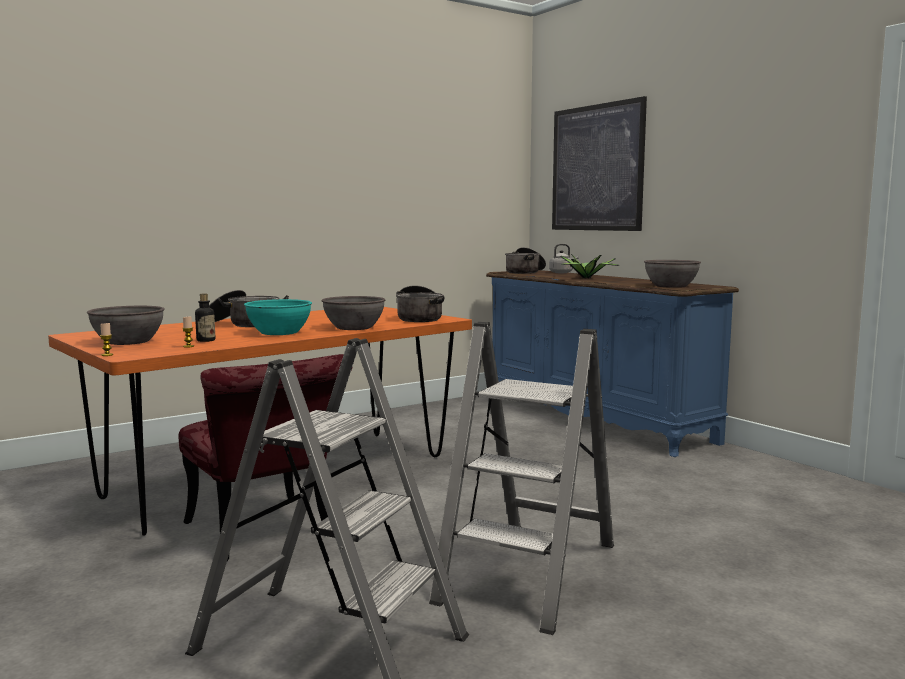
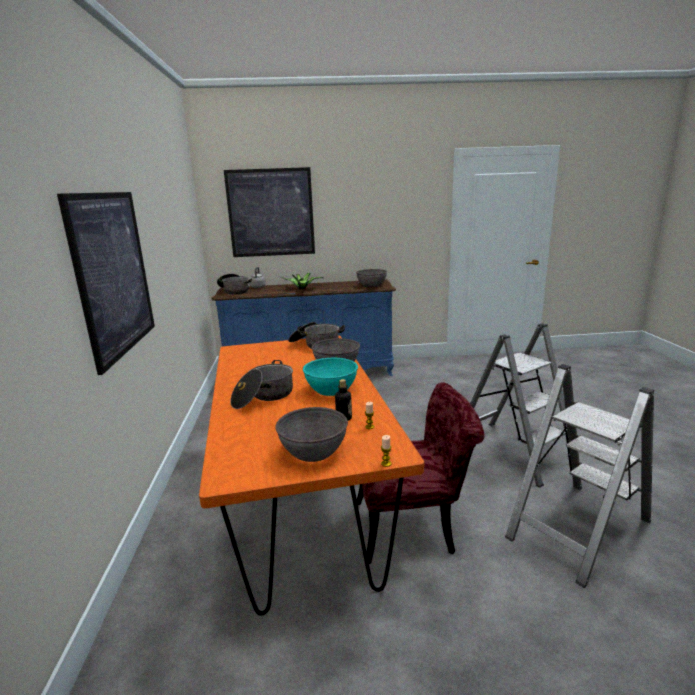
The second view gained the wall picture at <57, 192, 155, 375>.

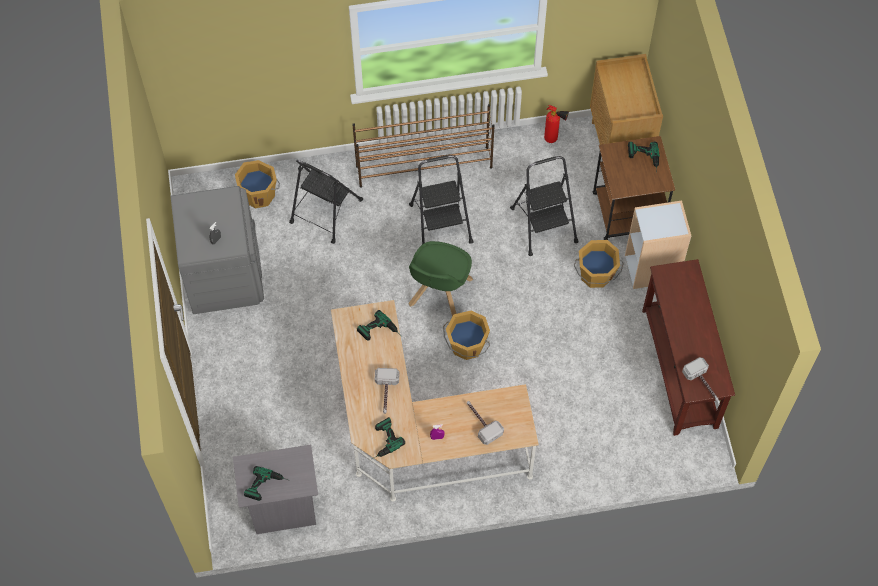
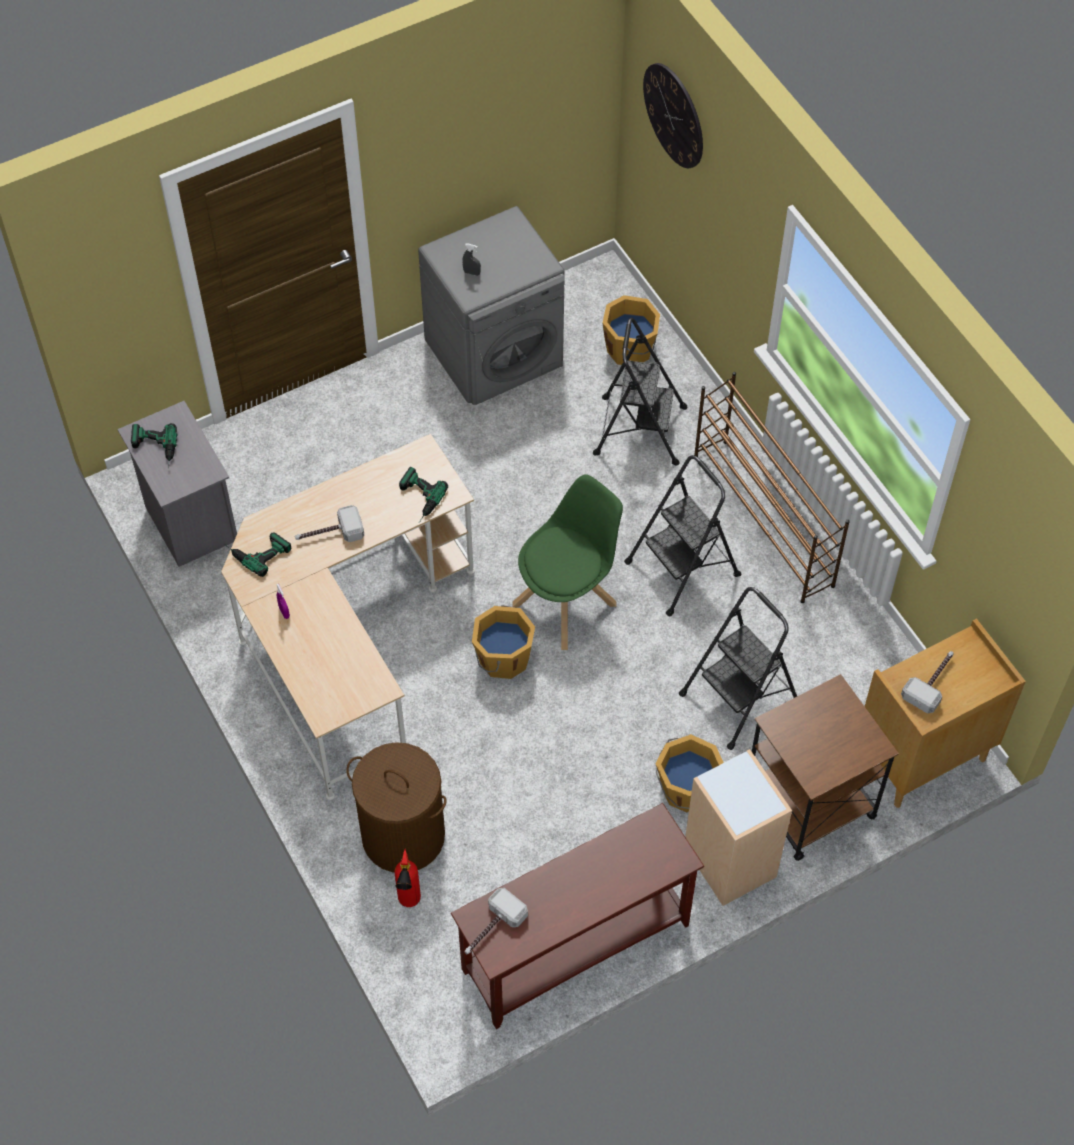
The extinguisher ended up elsewhere, having gone from <544, 105, 569, 143> to <395, 849, 421, 907>. The second view lost the electric drill at <628, 141, 660, 171>. The greenish plain chair at <408, 241, 473, 317> ended up facing another way, 135 degrees clockwise from before. The tool hammer ended up elsewhere, having gone from <467, 401, 504, 445> to <901, 651, 954, 713>. The second view gained the clock on the wall at <643, 63, 703, 168>. The second view gained the brownish hamper at <346, 742, 447, 873>.

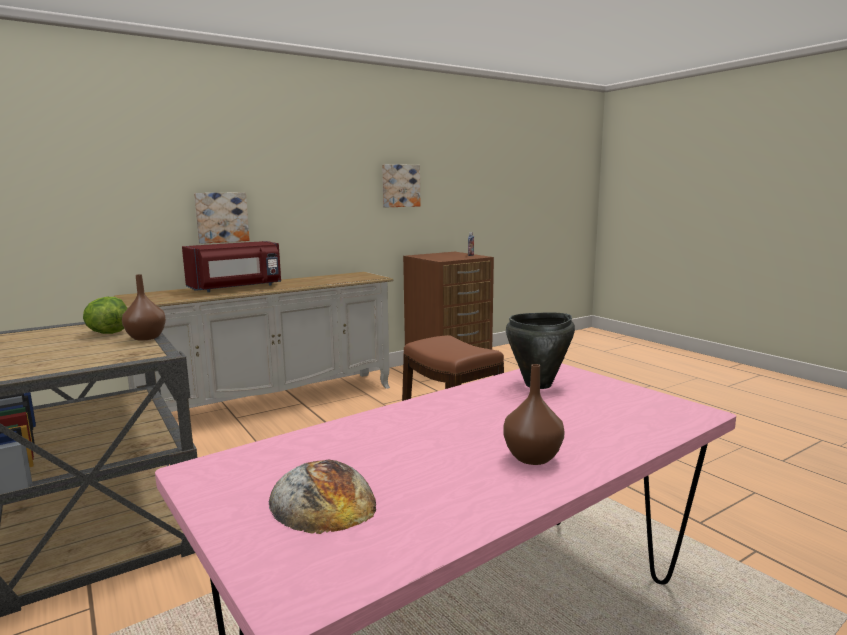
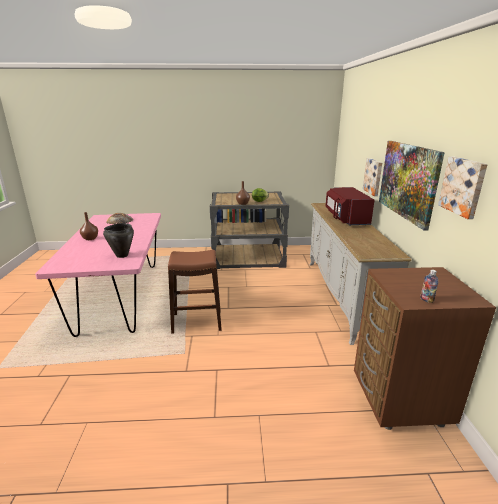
The second view gained the wall picture at <379, 141, 445, 231>.

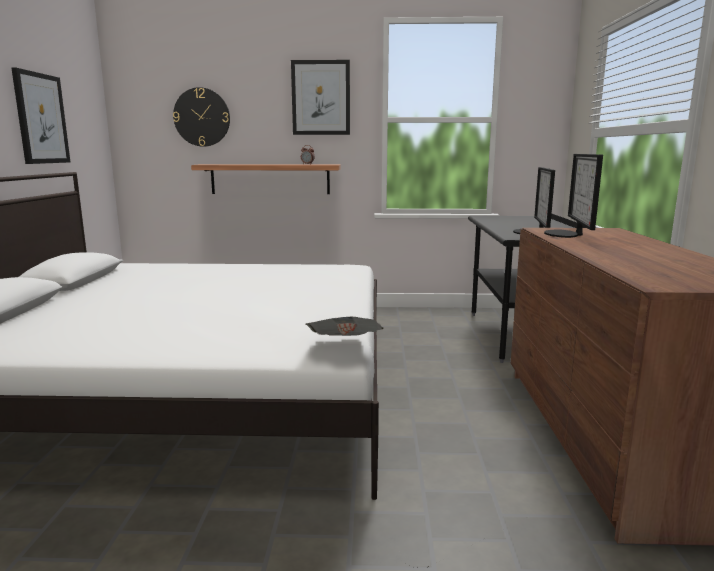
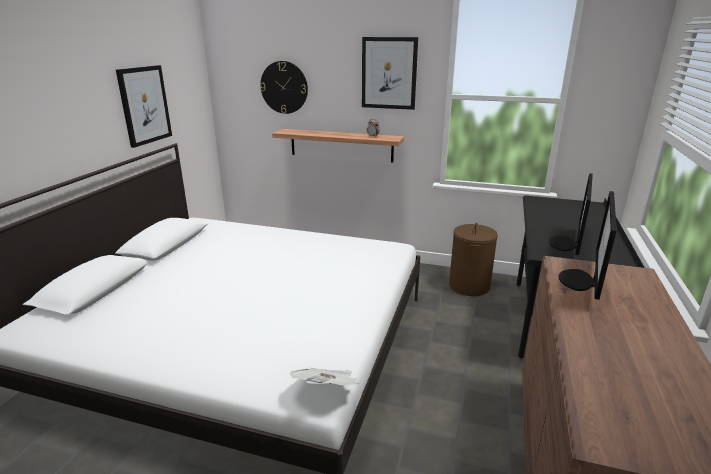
The second view gained the brownish hamper at <449, 223, 498, 296>.

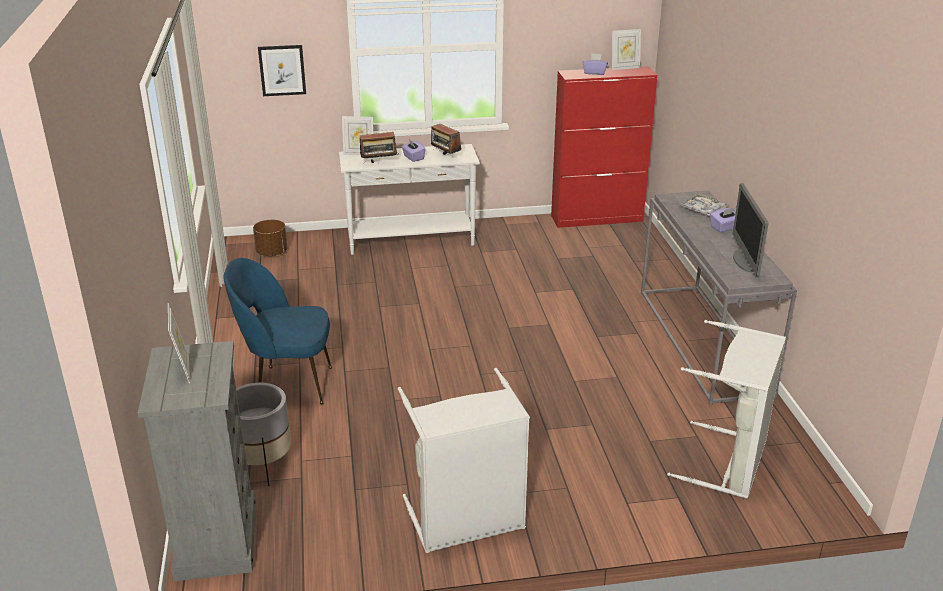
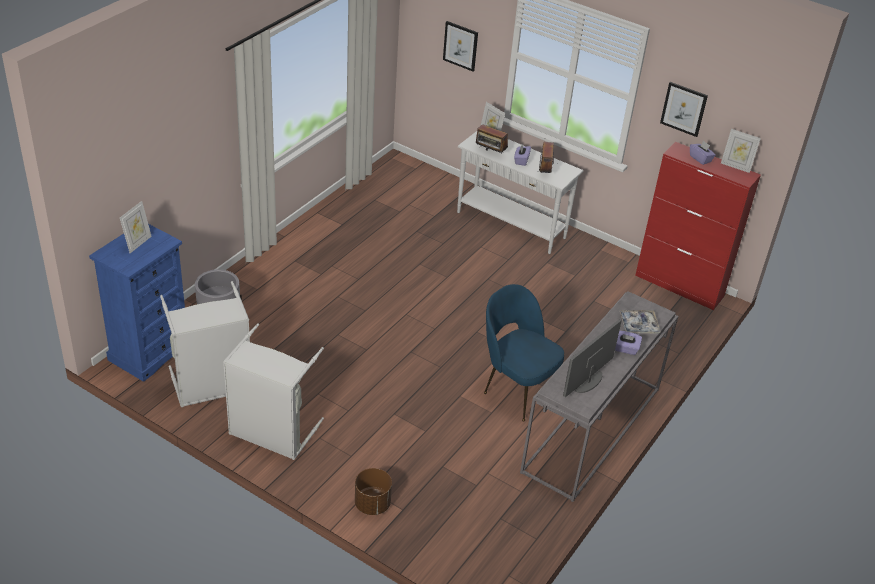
The brownish planter ended up elsewhere, having gone from <253, 220, 287, 256> to <355, 468, 392, 515>. The bluish plain chair ended up elsewhere, having gone from <223, 258, 332, 405> to <484, 284, 564, 422>. The grey hamper ended up elsewhere, having gone from <667, 320, 786, 499> to <160, 281, 250, 407>. What was the grey chest of drawers at <138, 341, 256, 581> turned into the bluish chest of drawers at <89, 224, 185, 382>. The second view gained the wall picture at <660, 82, 708, 137>.

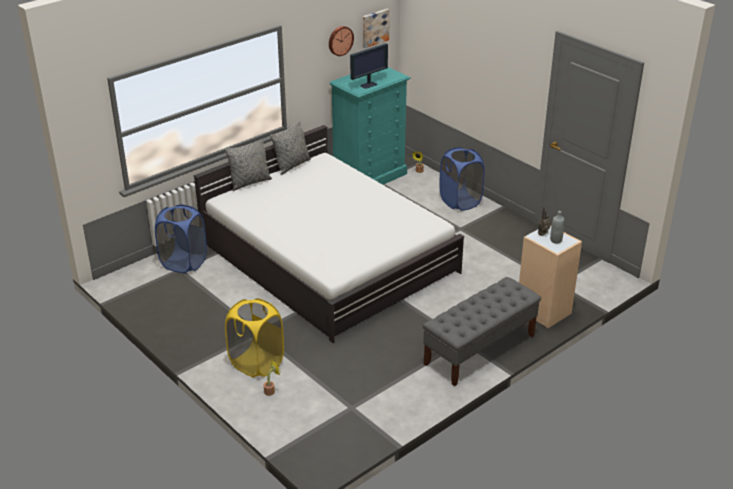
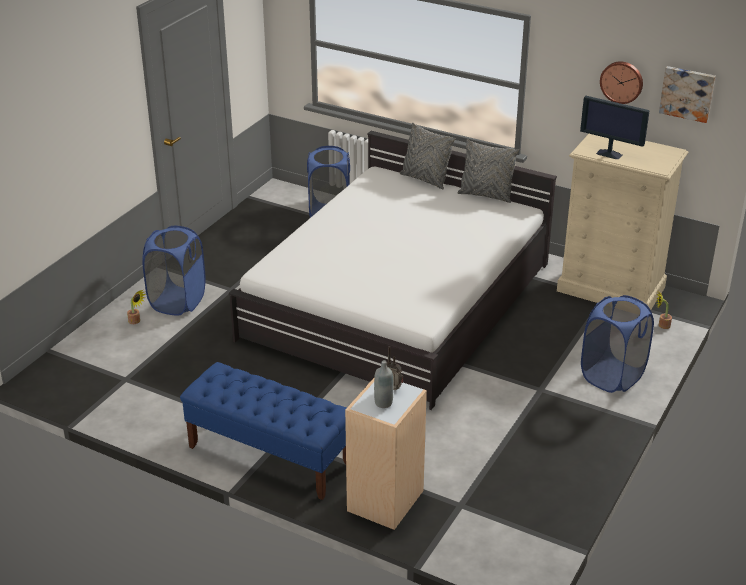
What was the turquoise-coloured chest of drawers at <329, 67, 411, 185> turned into the beige-coloured chest of drawers at <557, 134, 688, 310>. What was the grey indoor bench at <423, 277, 541, 386> turned into the bluish indoor bench at <180, 362, 347, 500>. What was the yellowish hamper at <225, 298, 284, 377> turned into the bluish hamper at <142, 226, 206, 316>.

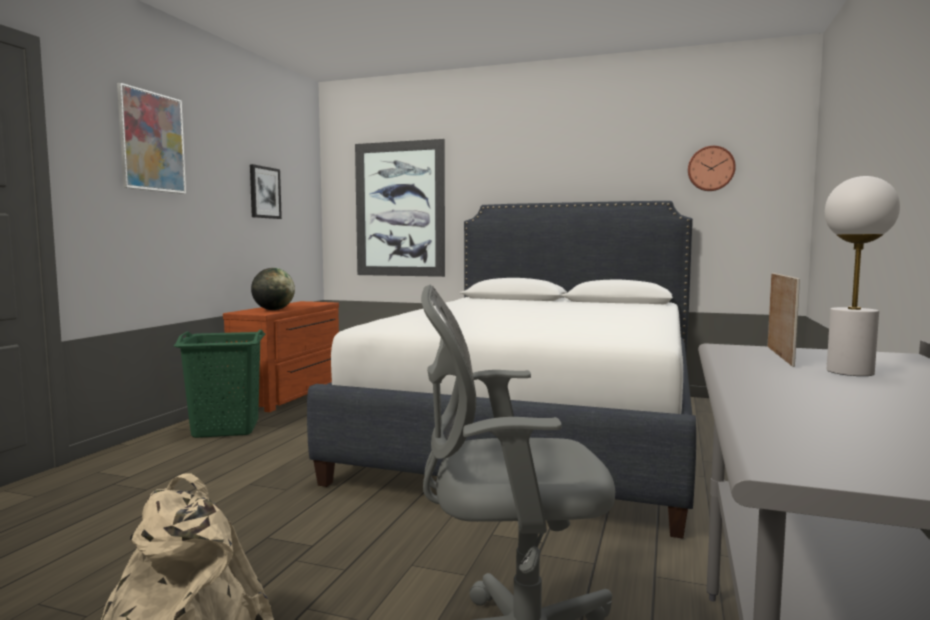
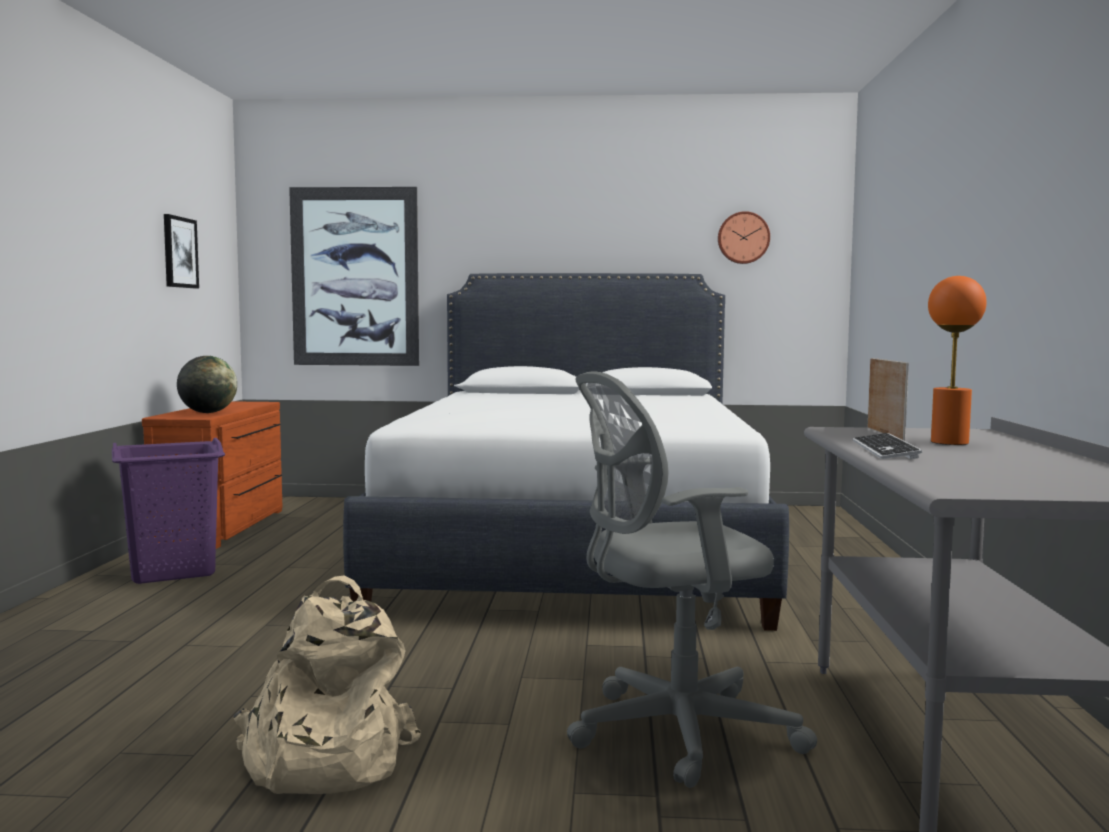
The second view lost the wall picture at <117, 83, 186, 194>. What was the white lamp for a table at <825, 176, 900, 376> turned into the orange-coloured lamp for a table at <928, 276, 987, 445>. What was the greenish hamper at <174, 330, 265, 438> turned into the purplish hamper at <112, 438, 225, 584>. The second view gained the computer keyboard at <853, 433, 922, 459>.

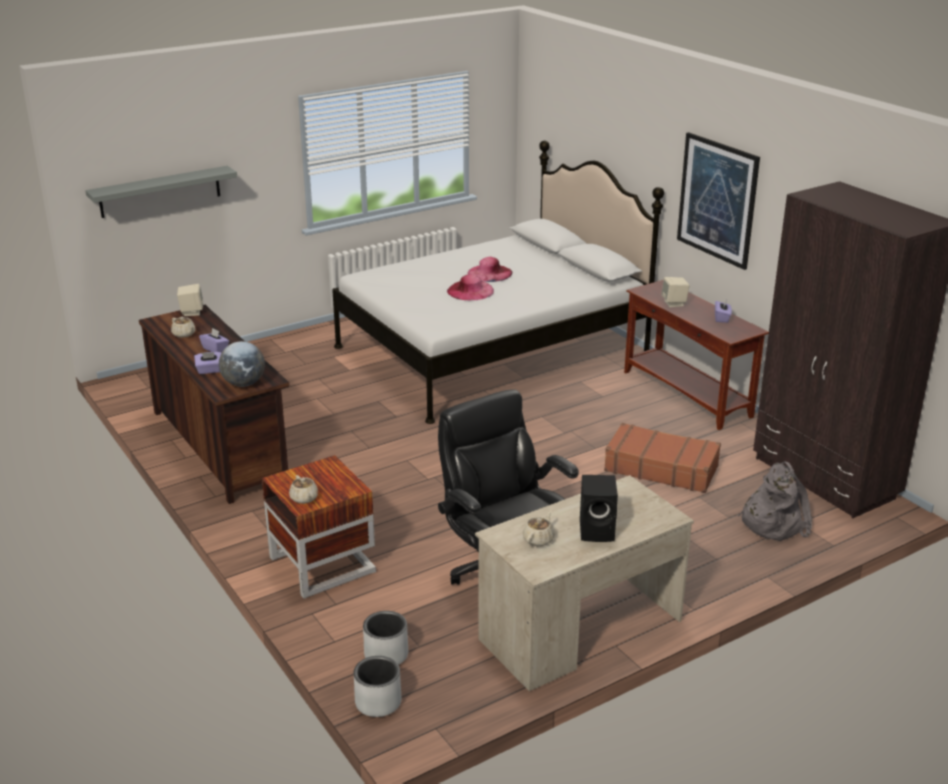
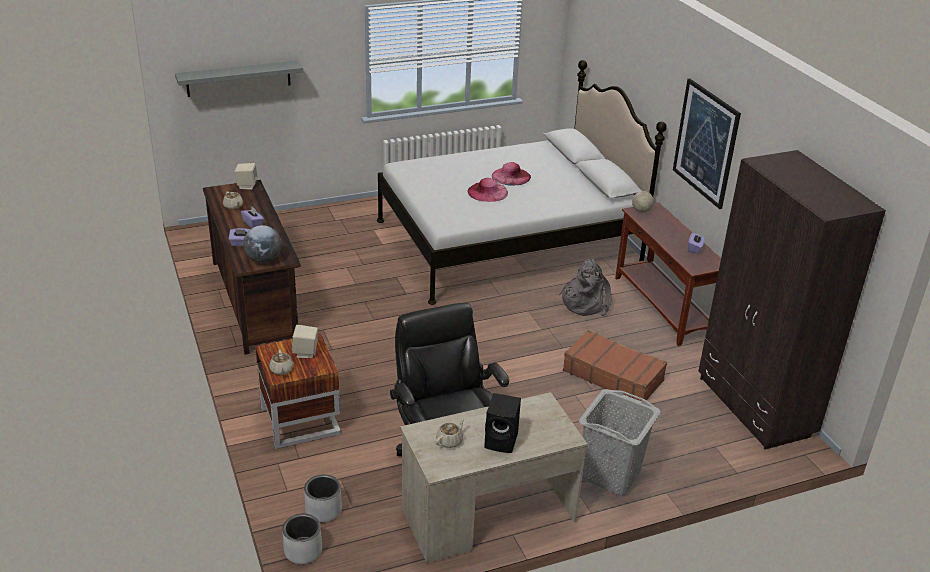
The beige-coloured loudspeaker ended up elsewhere, having gone from <661, 277, 690, 307> to <292, 325, 318, 358>. The grey knapsack ended up elsewhere, having gone from <738, 462, 812, 541> to <559, 259, 611, 316>. The second view gained the desk globe at <632, 180, 654, 212>. The second view gained the grey hamper at <579, 389, 661, 495>.

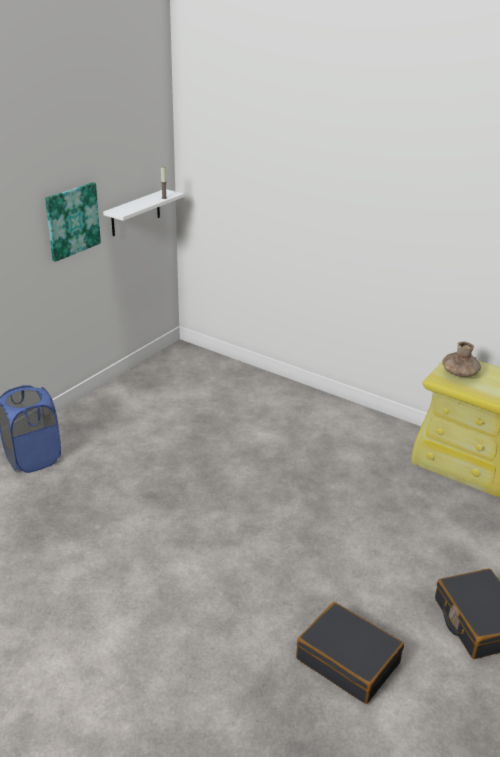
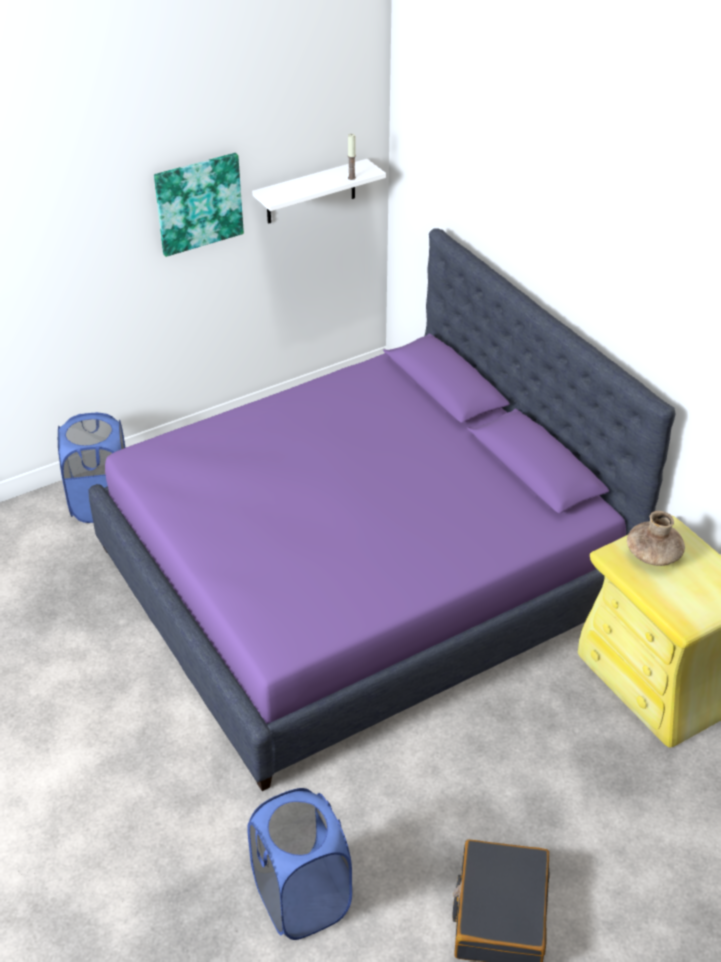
Where the black-coloured piece of luggage stood at <296, 602, 404, 704>, the bluish hamper came to stand at <247, 788, 352, 940>. The second view gained the purplish bed at <88, 228, 675, 791>.

